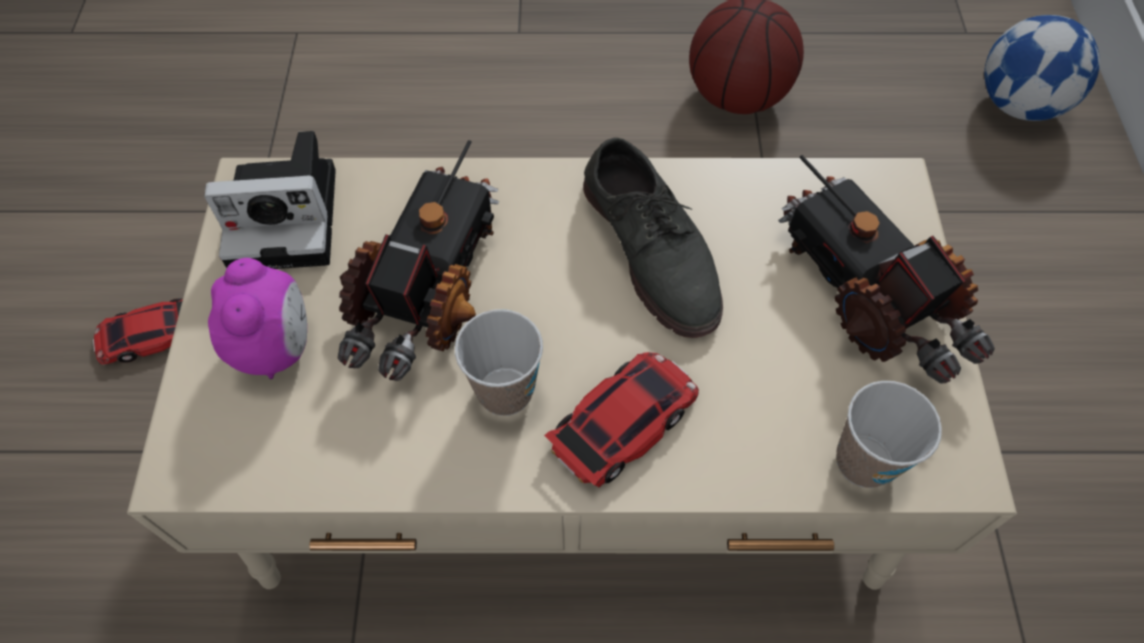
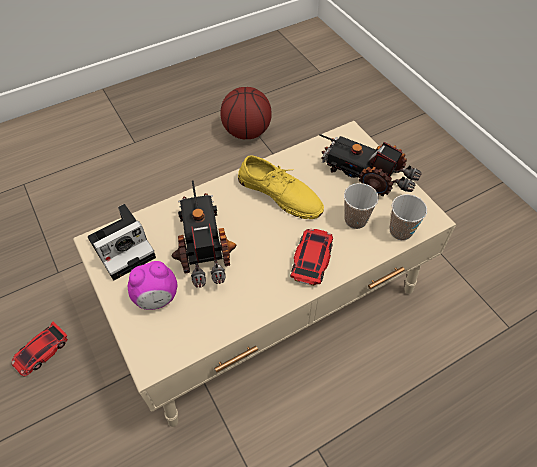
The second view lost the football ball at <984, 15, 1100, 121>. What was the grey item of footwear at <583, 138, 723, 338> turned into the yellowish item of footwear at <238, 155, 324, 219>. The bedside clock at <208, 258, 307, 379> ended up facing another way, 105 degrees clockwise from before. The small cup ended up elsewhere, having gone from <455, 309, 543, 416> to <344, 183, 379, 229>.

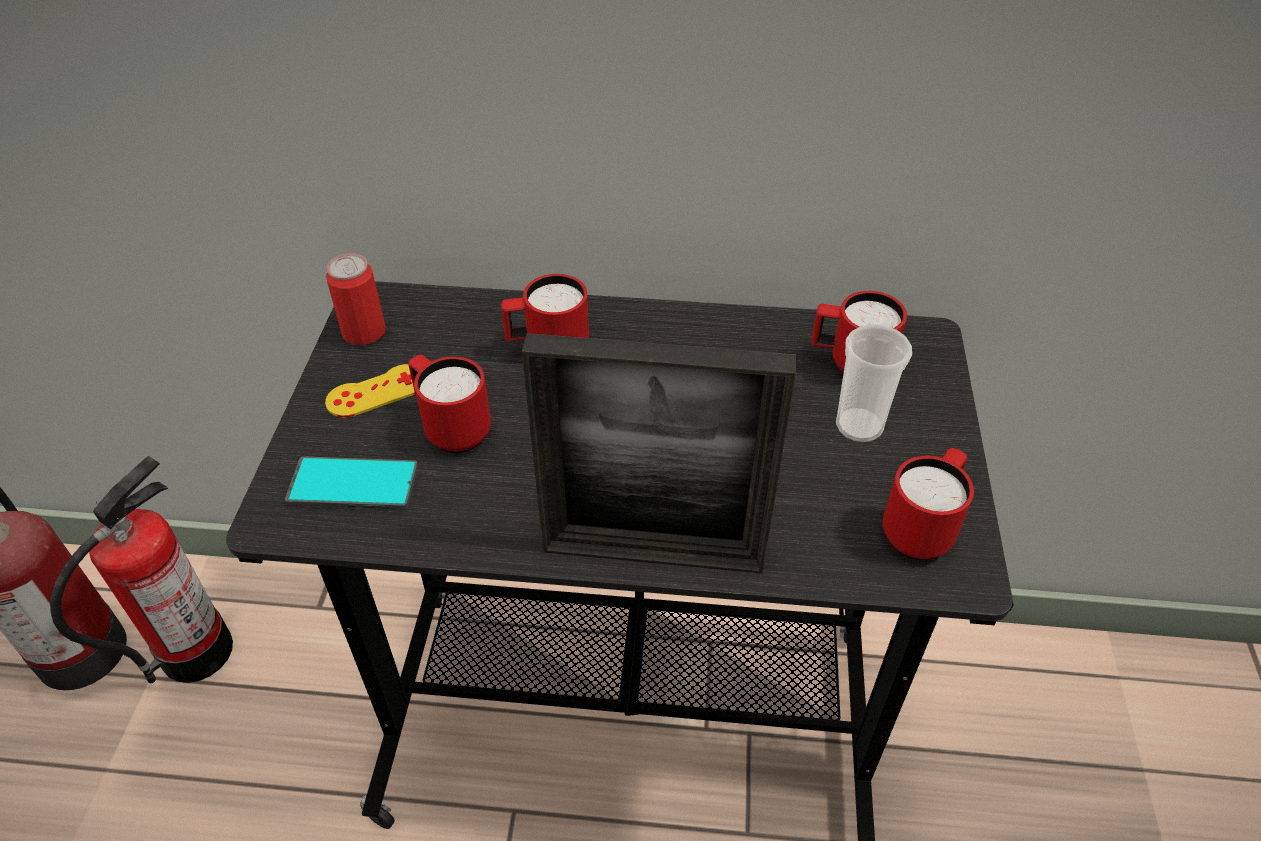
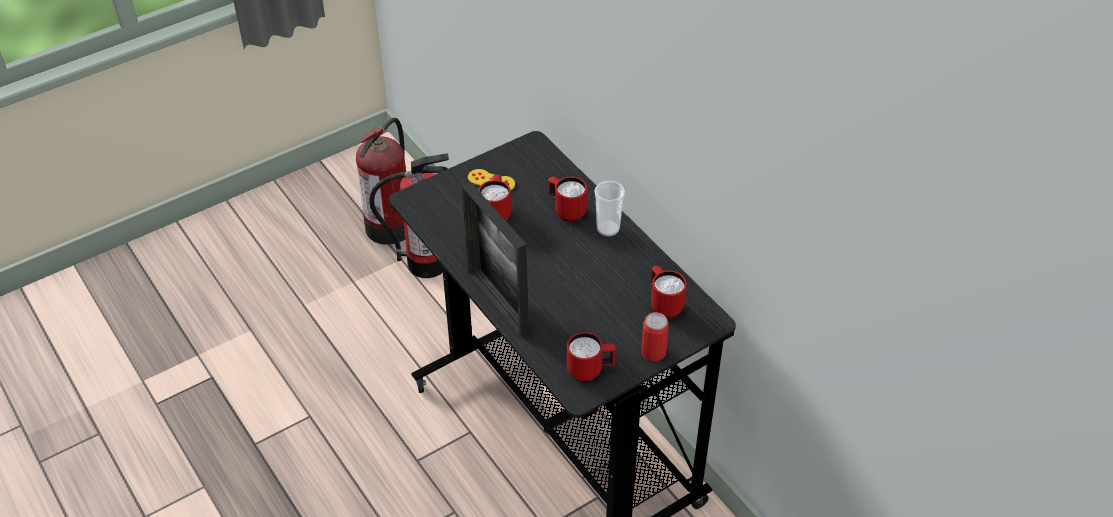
The metal can ended up elsewhere, having gone from <326, 253, 386, 345> to <641, 312, 669, 361>. The small cup ended up elsewhere, having gone from <836, 324, 912, 442> to <594, 181, 625, 236>. The second view lost the telephone at <285, 456, 418, 509>.

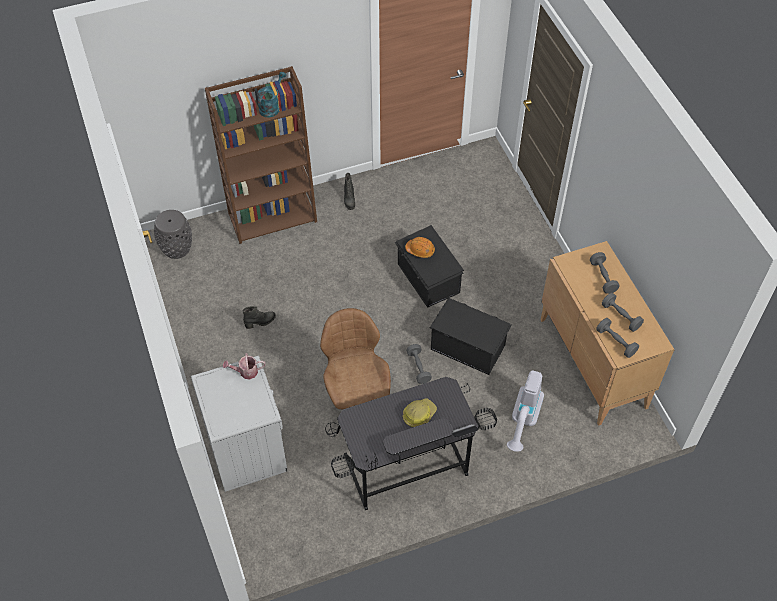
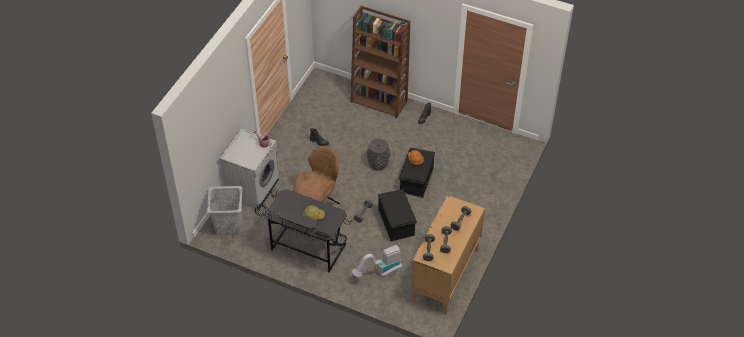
The grey sitting stool ended up elsewhere, having gone from <154, 210, 192, 259> to <367, 139, 390, 170>. The second view gained the grey hamper at <207, 186, 242, 235>.

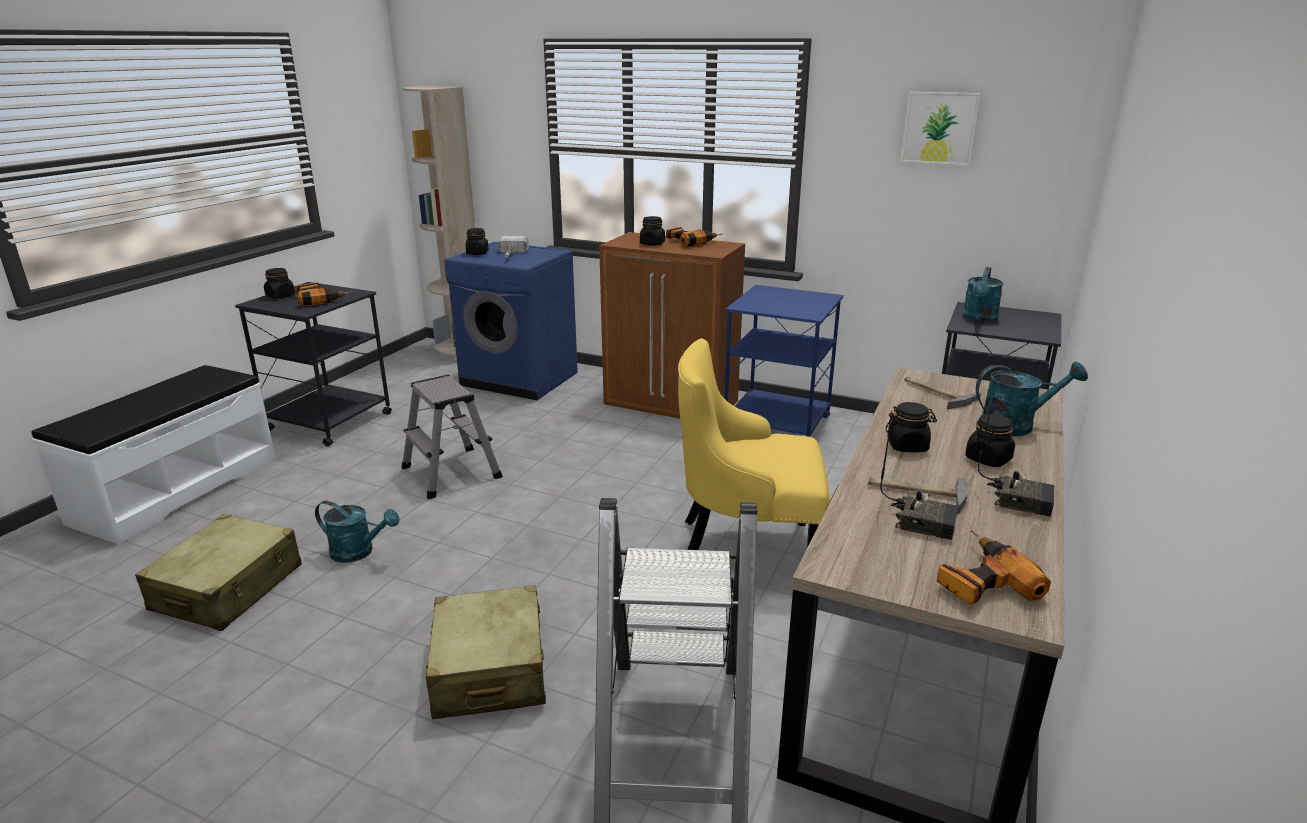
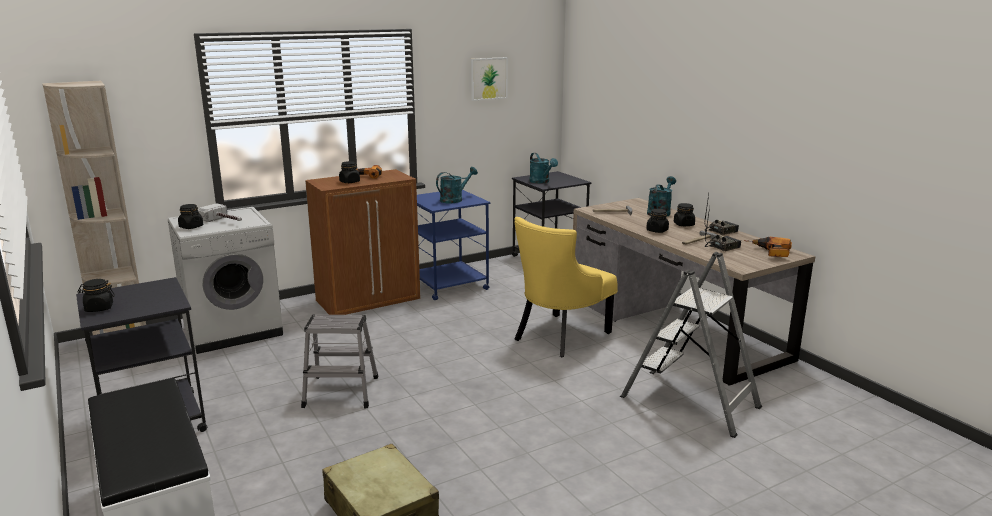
What was the bluish washing machine at <444, 242, 578, 400> turned into the white washing machine at <168, 207, 283, 354>. The second view lost the electric drill at <296, 282, 354, 306>. The turquoise-coloured sprinkling can ended up elsewhere, having gone from <315, 501, 400, 563> to <436, 167, 478, 203>. The second view lost the beige-coloured piece of luggage at <426, 585, 546, 719>.

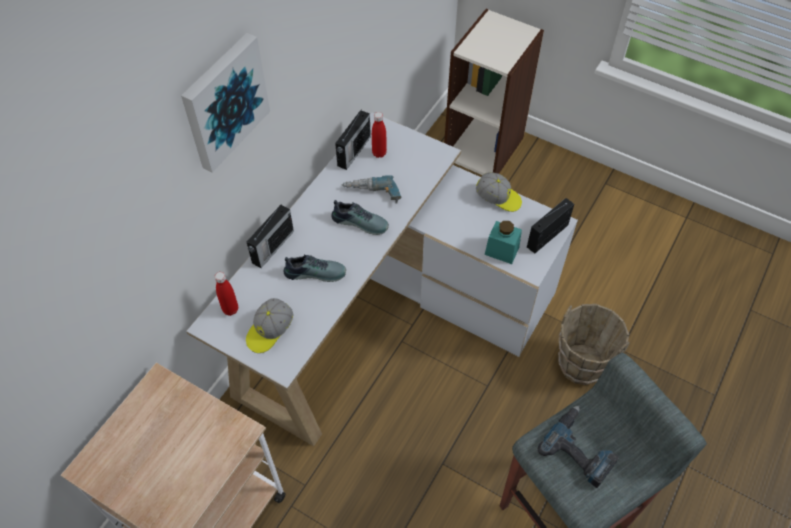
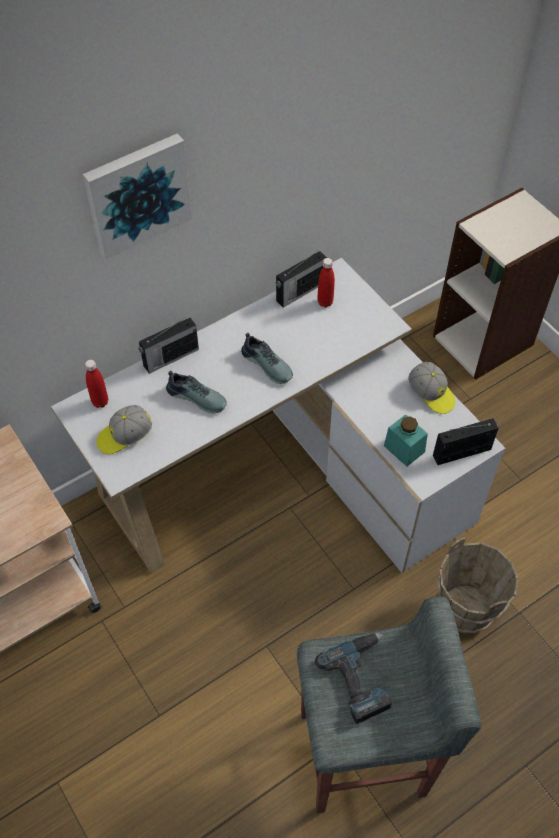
The second view lost the electric drill at <342, 175, 401, 204>.

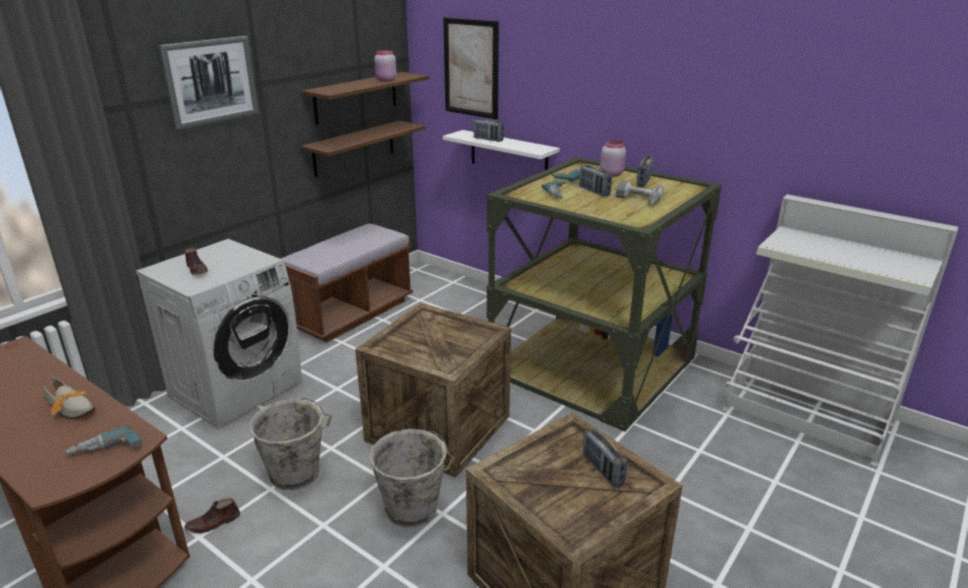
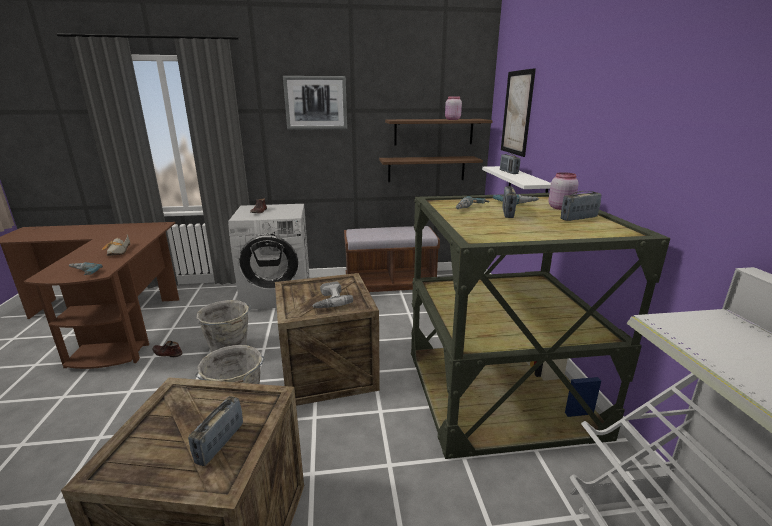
The electric drill ended up elsewhere, having gone from <616, 181, 664, 205> to <313, 282, 353, 308>.

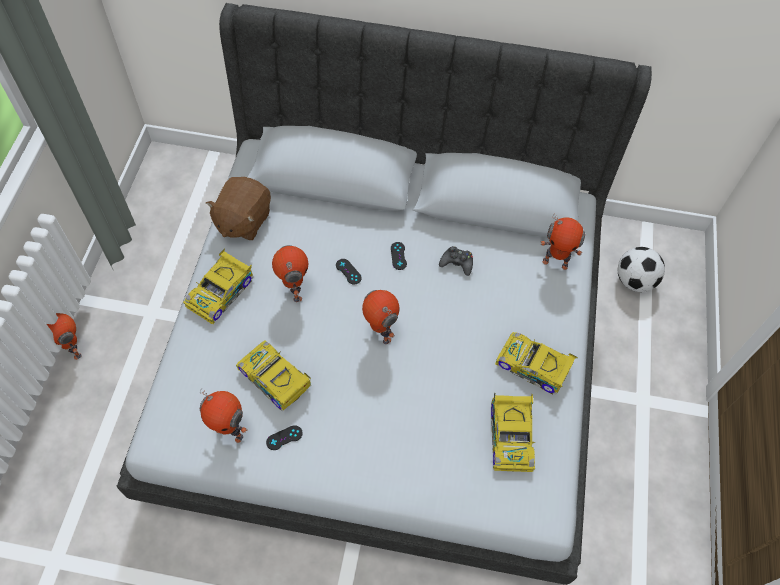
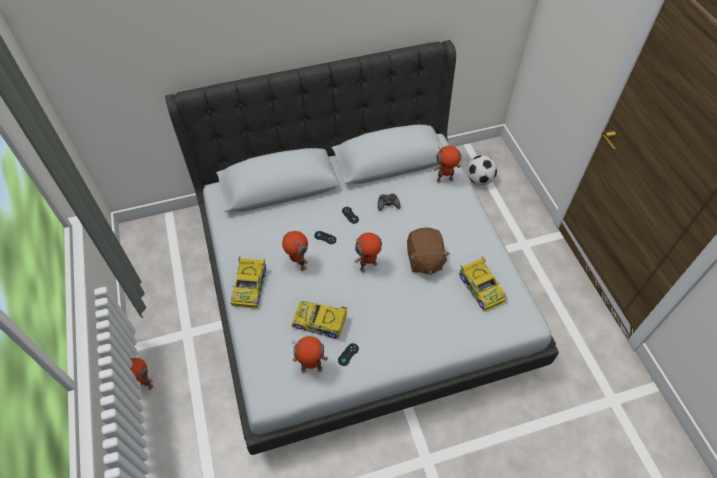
The brownish soft toy ended up elsewhere, having gone from <206, 177, 271, 240> to <407, 228, 450, 275>. The robot figure at <362, 290, 400, 344> ended up facing another way, 120 degrees clockwise from before. The second view lost the toy car at <496, 332, 578, 395>.

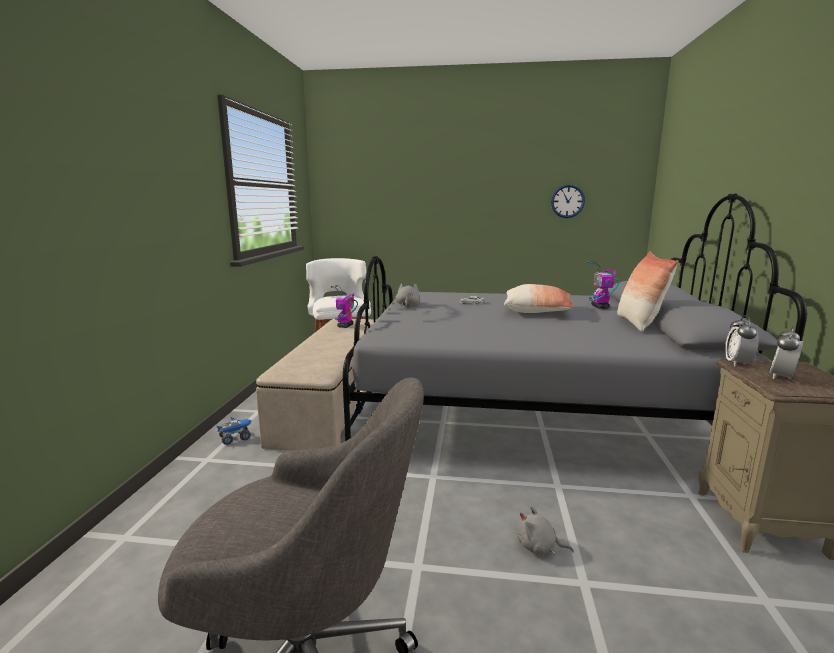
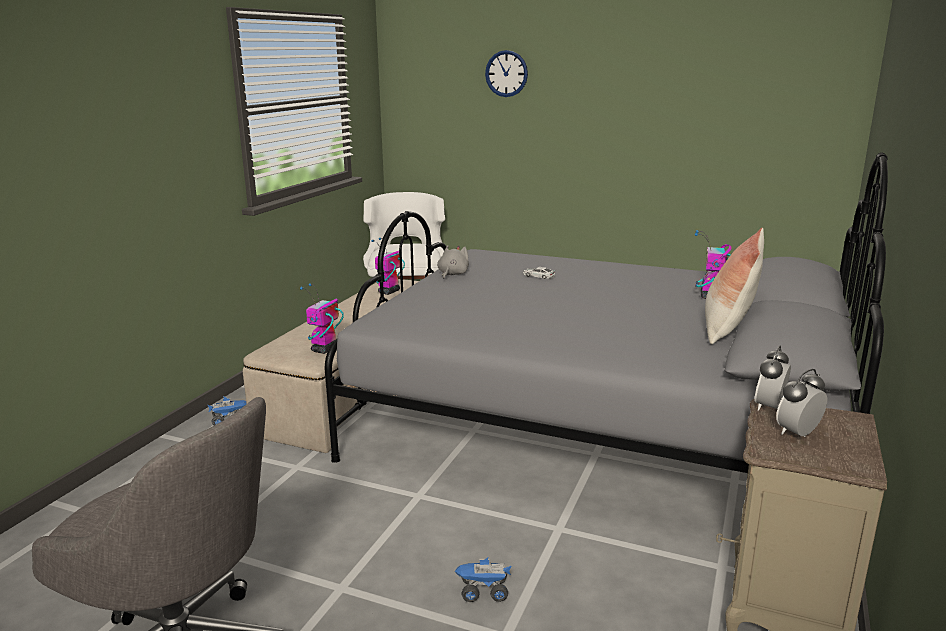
The clock on the wall ended up elsewhere, having gone from <551, 184, 585, 218> to <485, 50, 528, 97>. The second view lost the cushion at <504, 284, 574, 313>. Where the grey soft toy stood at <516, 506, 574, 555>, the toy truck came to stand at <455, 557, 511, 602>. The second view gained the robot figure at <300, 283, 344, 354>.

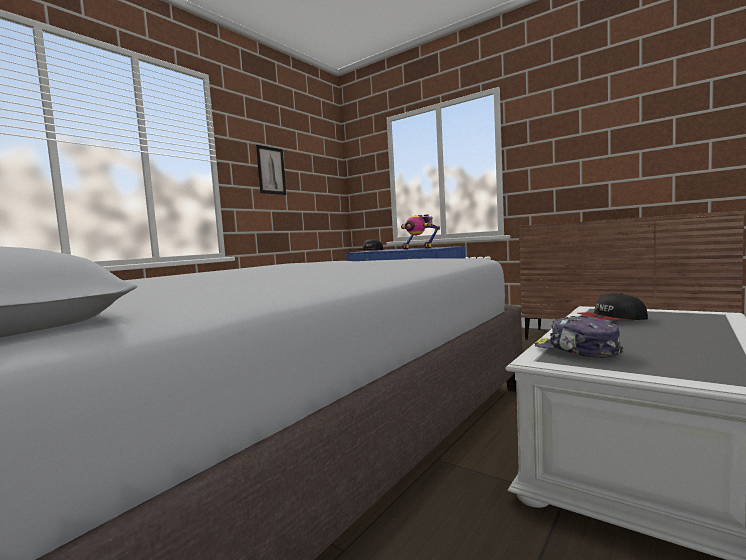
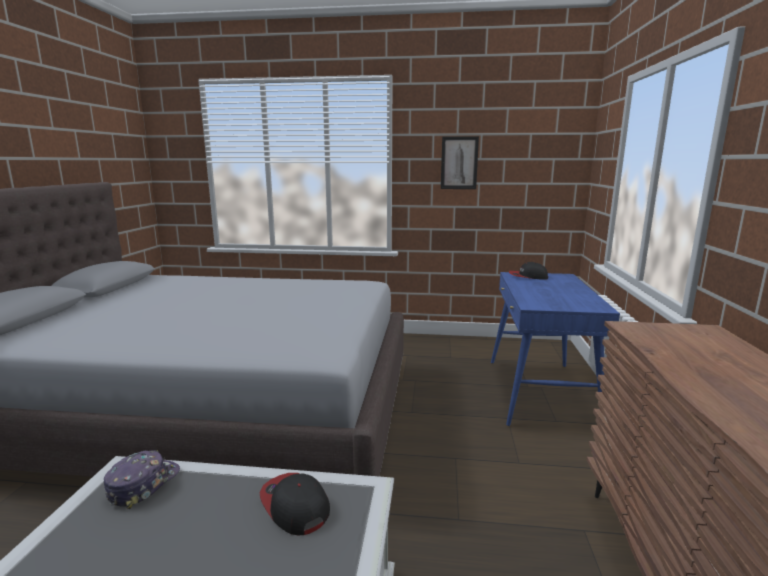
The second view lost the robot figure at <401, 215, 440, 249>.

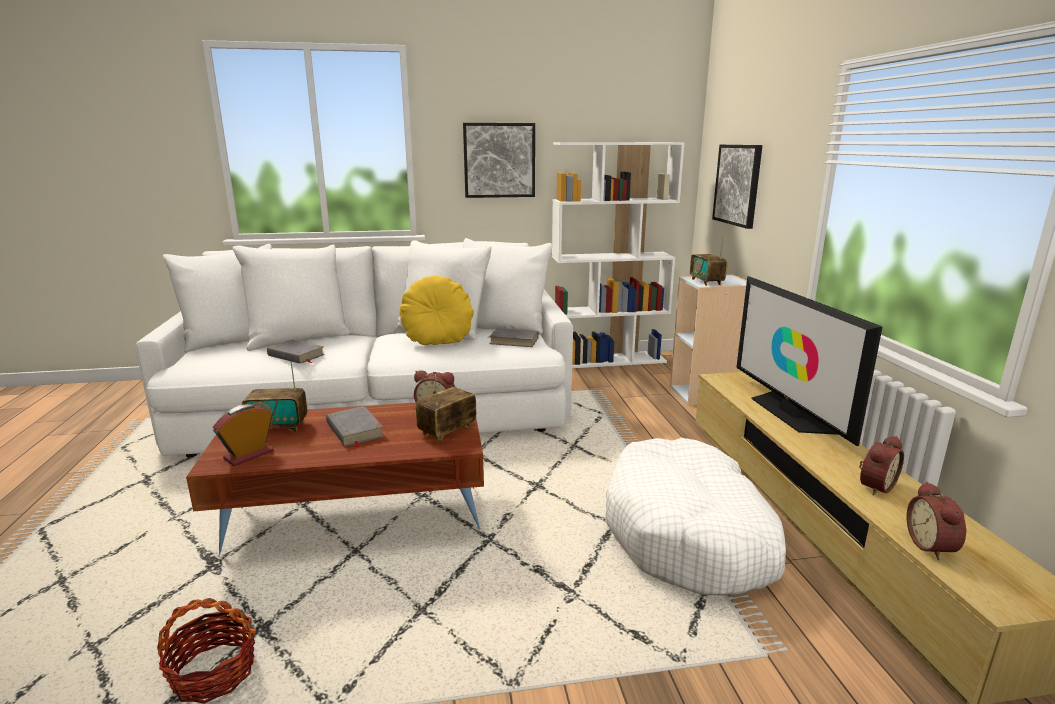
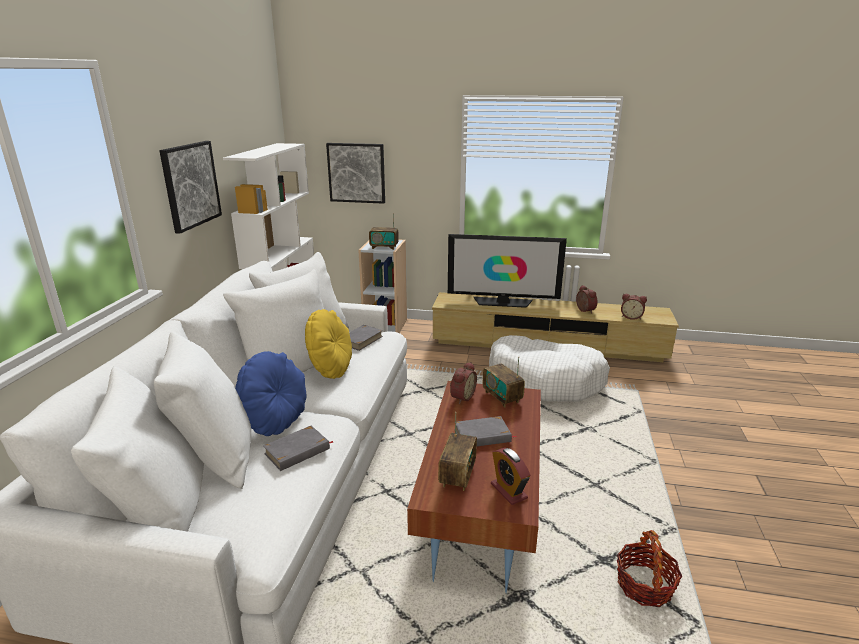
The second view gained the bluish cushion at <235, 351, 306, 436>.

